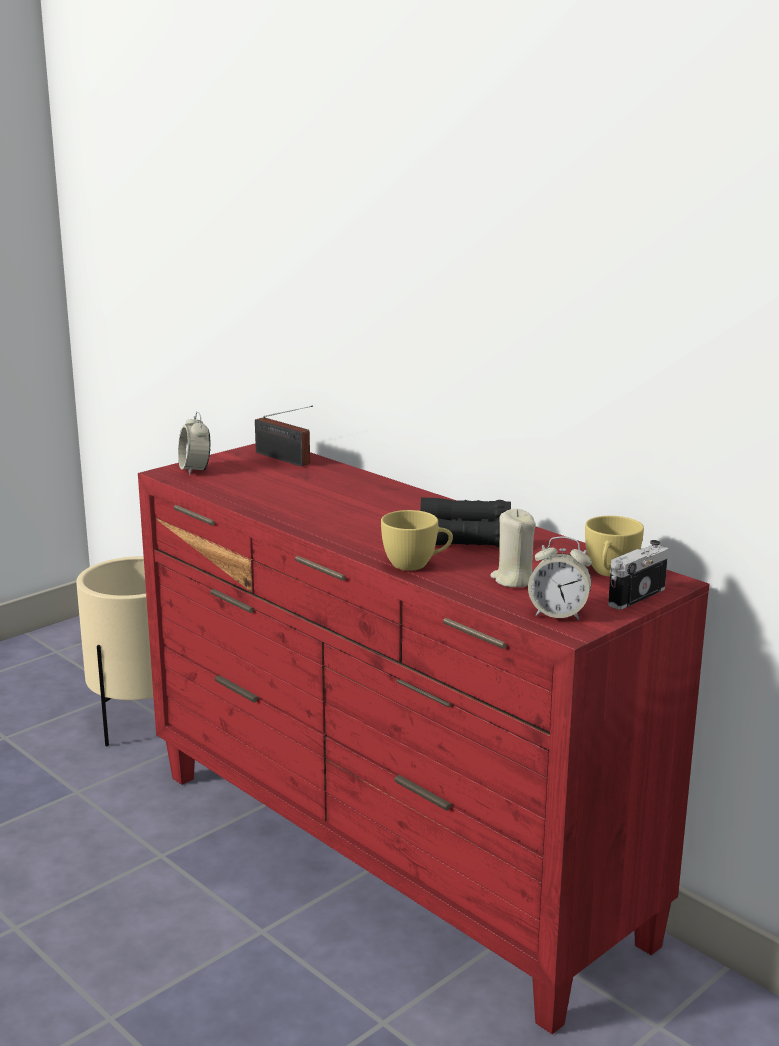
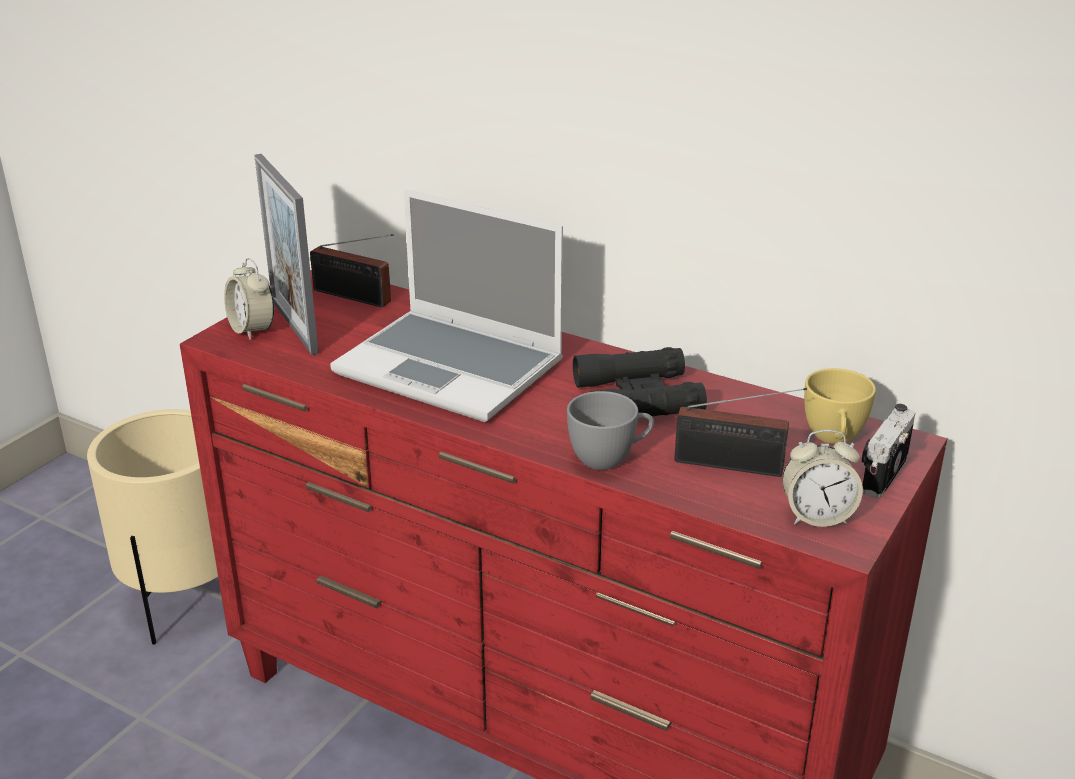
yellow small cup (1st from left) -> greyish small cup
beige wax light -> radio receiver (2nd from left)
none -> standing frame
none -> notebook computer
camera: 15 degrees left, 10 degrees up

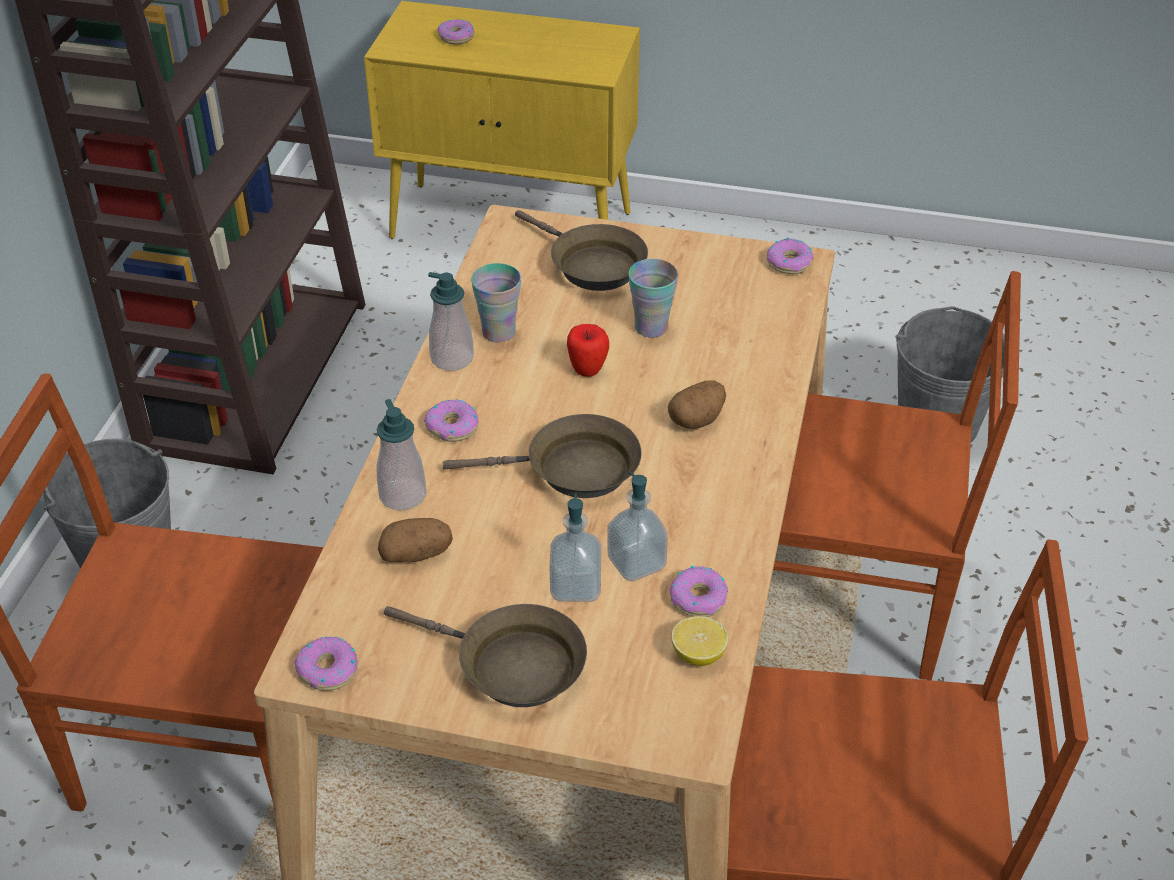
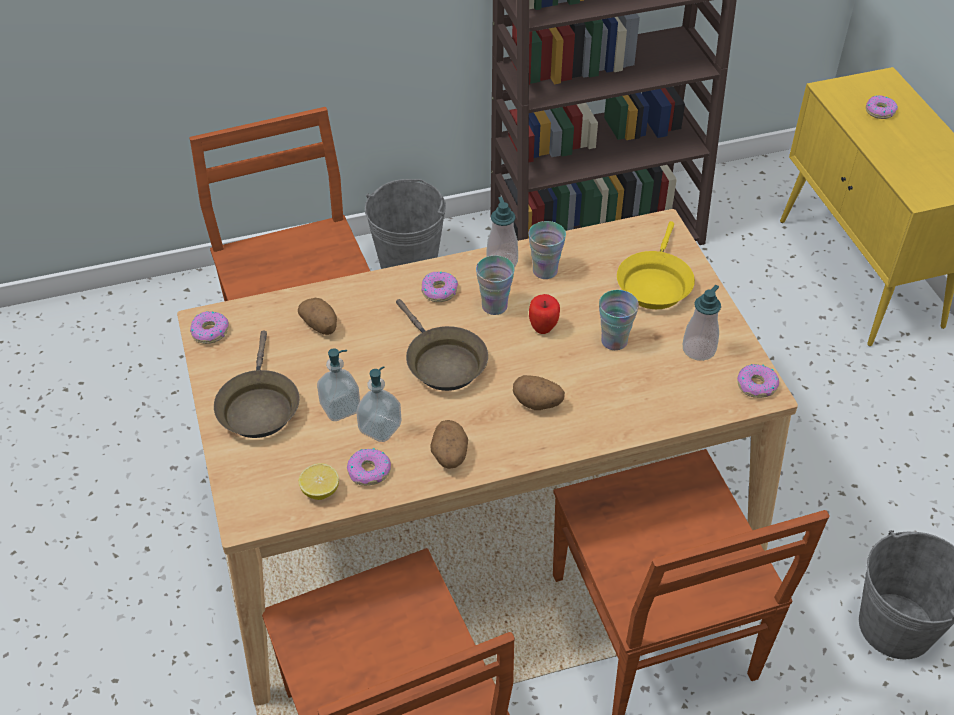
liquid soap bottle (1st from left in the first image) -> liquid soap bottle (4th from left), move
brownish frying pan (3rd from left) -> yellow frying pan
none -> potato (2nd from left)
none -> small cup (1st from left)
camera: 60 degrees right, 5 degrees up

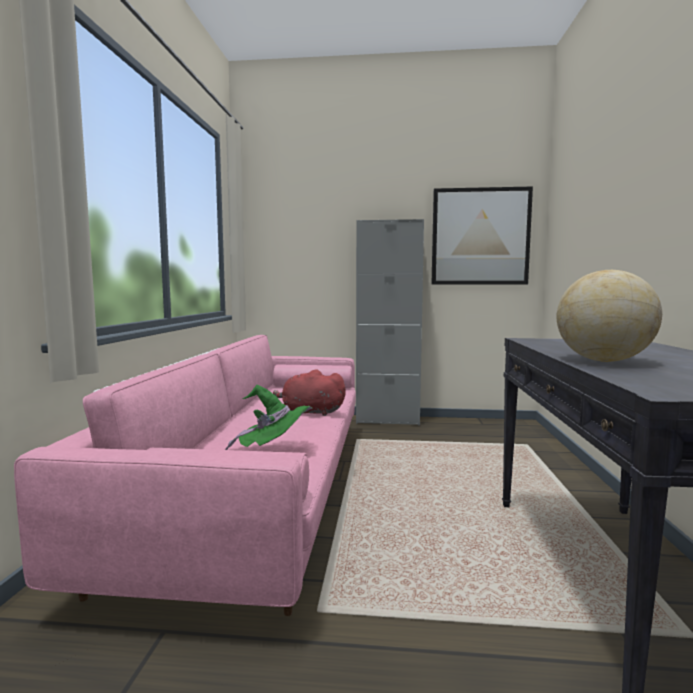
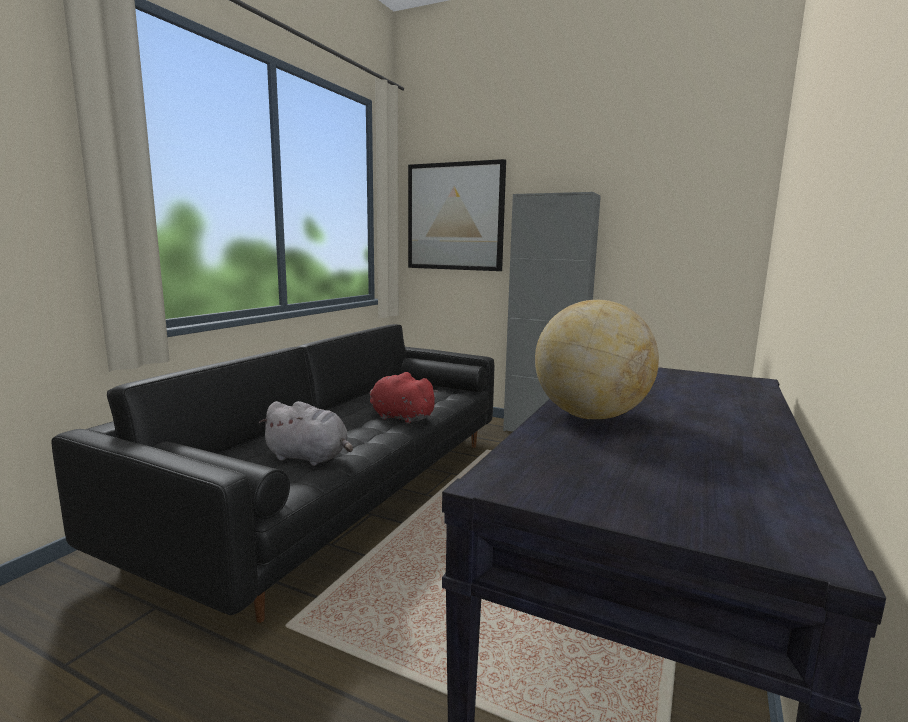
pink settee -> black settee
greenish hat -> greyish cuddly toy
wall picture, move
camera: 20 degrees right, 5 degrees up

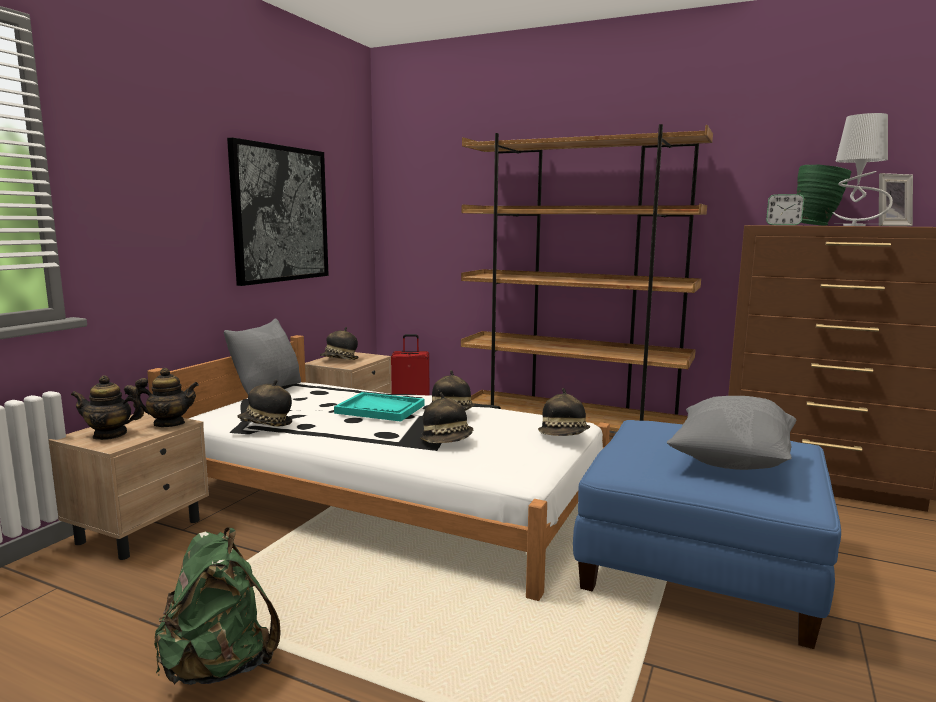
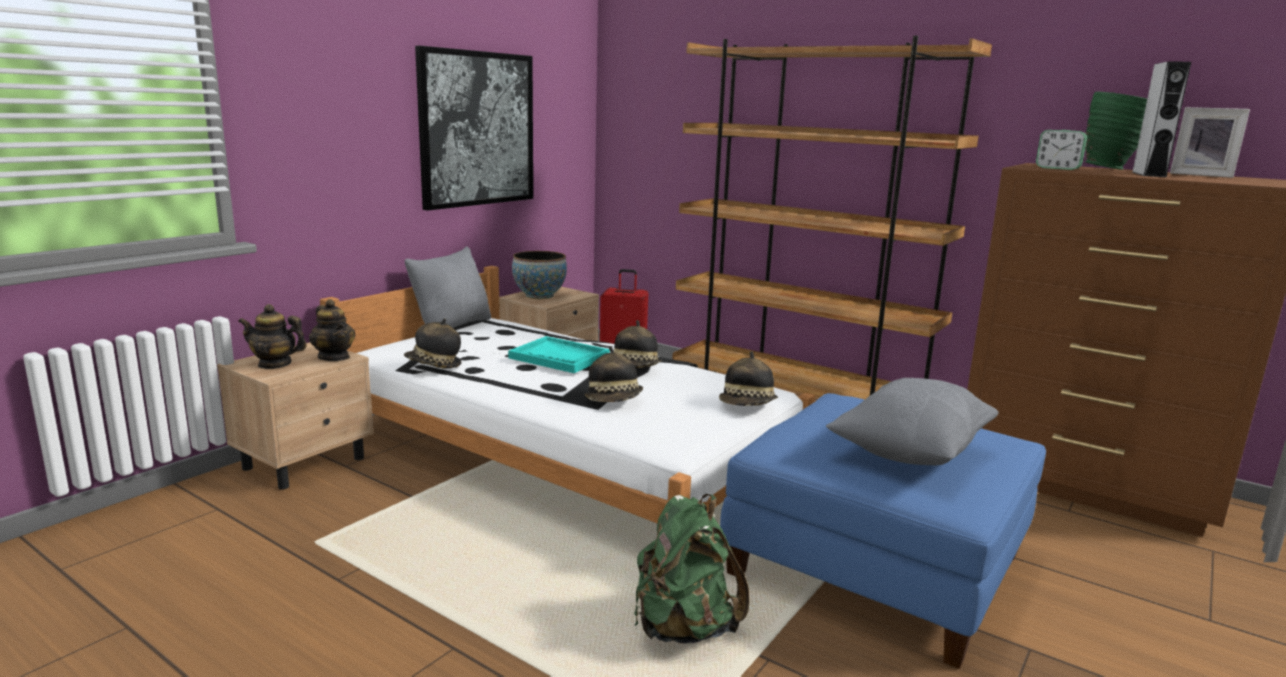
teapot (2nd from left), 45 degrees clockwise
greenish knapsack, move
hat (2nd from left) -> deep dish
greyish lamp for a table -> greyish audio speaker
standing frame, 45 degrees clockwise
camera: 10 degrees right, 5 degrees up

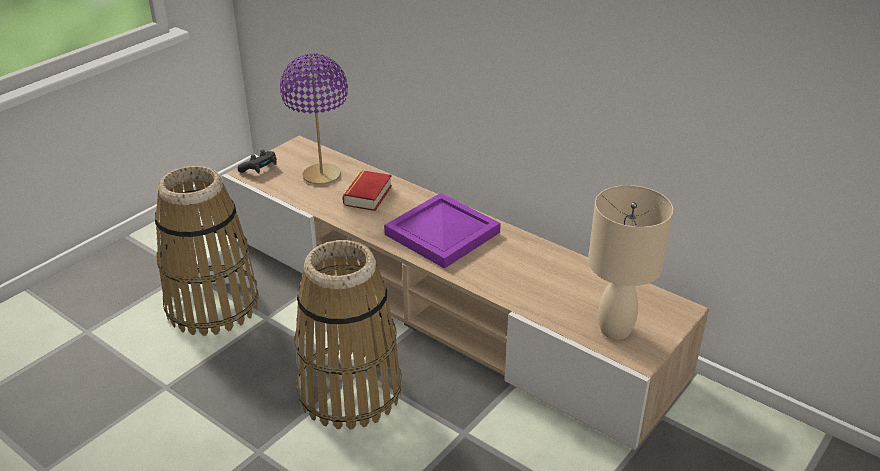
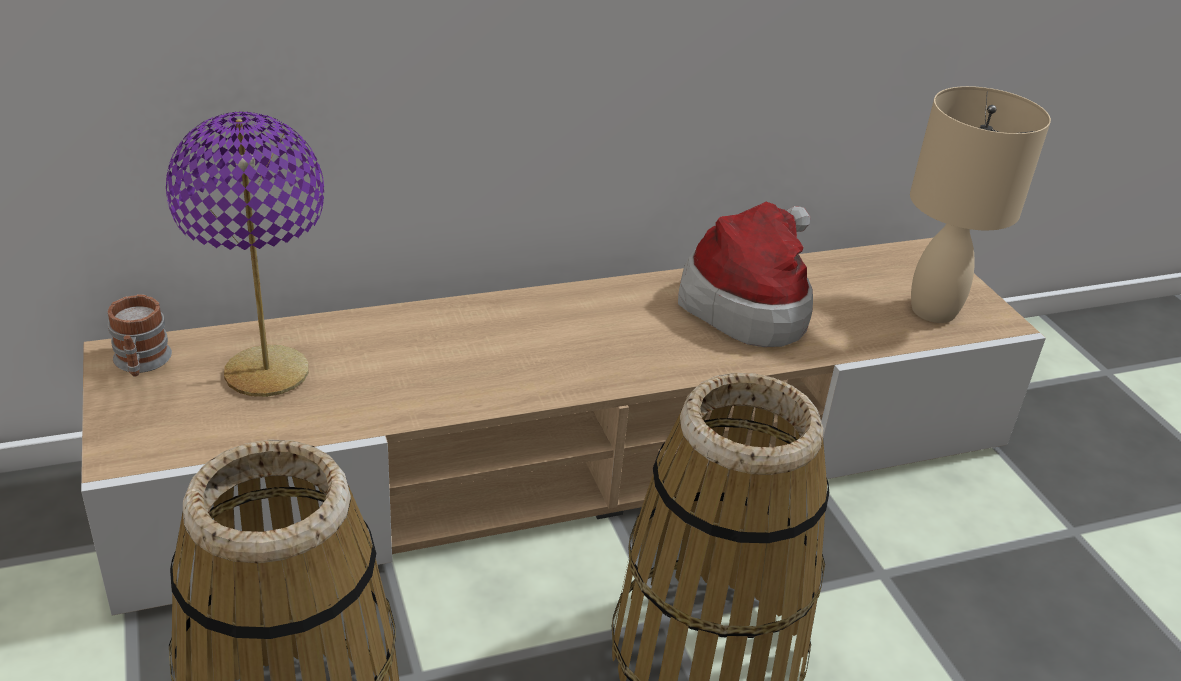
black gamepad -> none
bound book -> none
purple tray -> none
none -> mug
none -> hat
camera: 60 degrees left, 0 degrees up

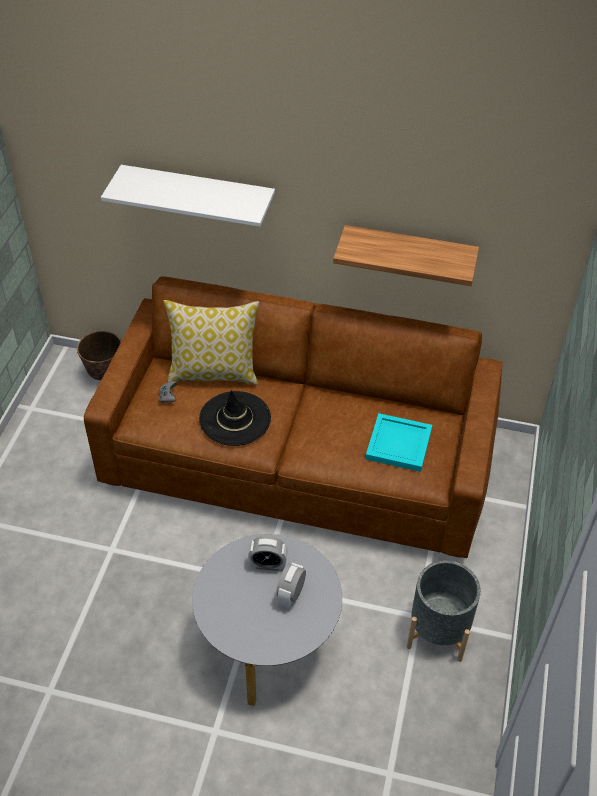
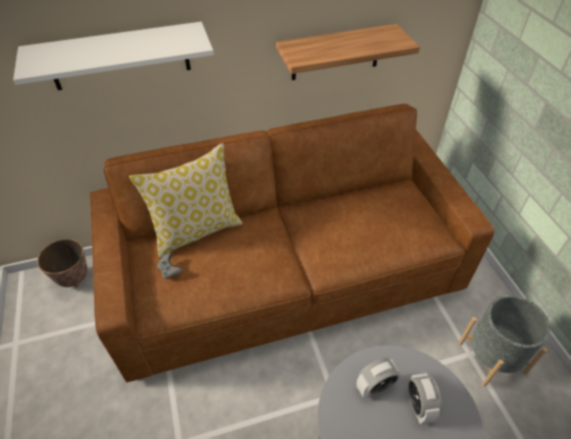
black hat -> none
turquoise tray -> none
camera: 30 degrees left, 0 degrees up

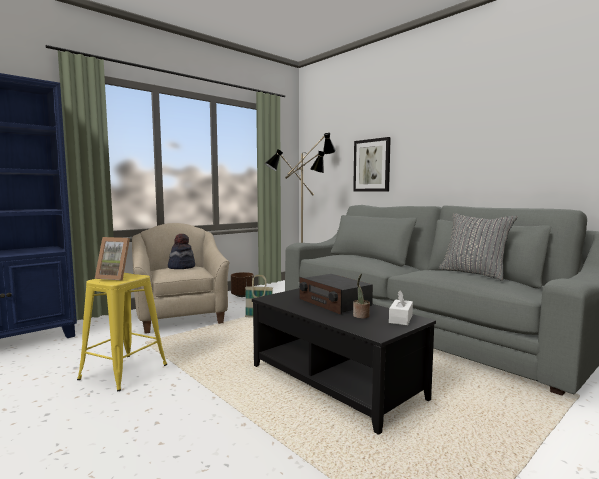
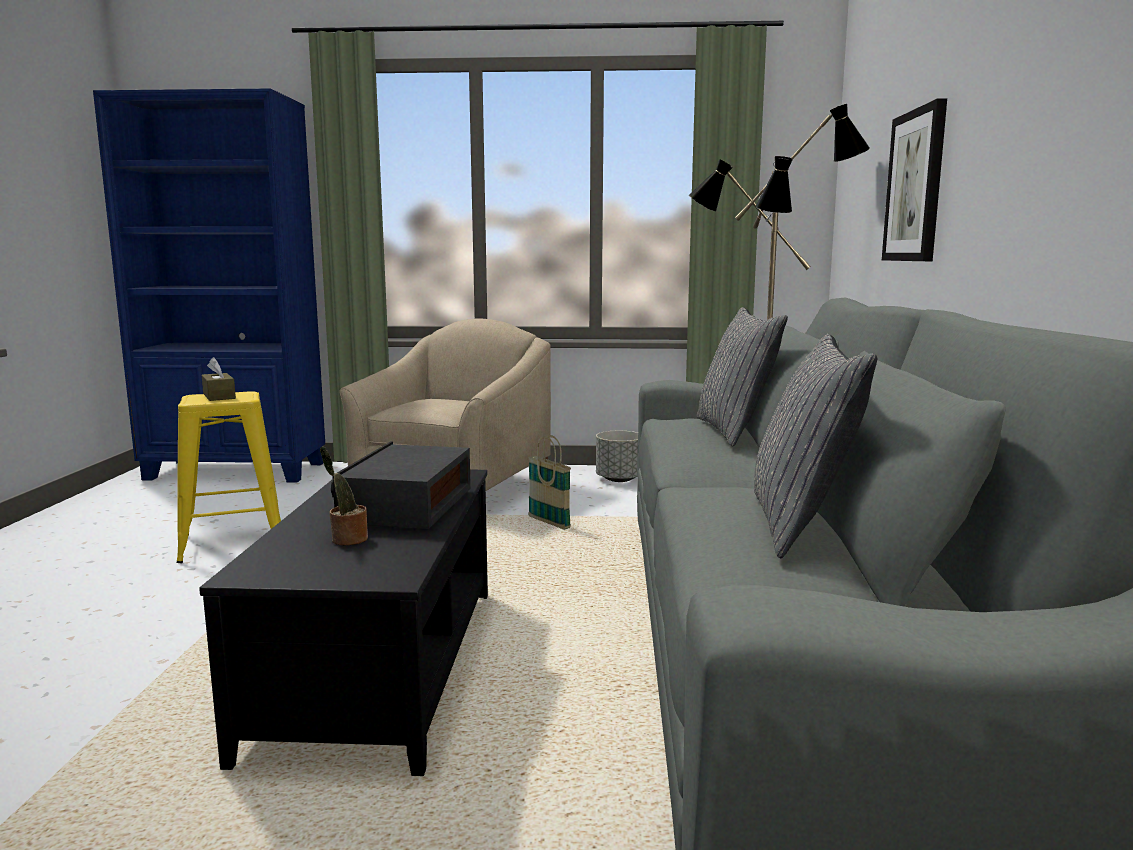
standing frame -> brownish box of tissues
hat -> none
brownish flower pot -> greyish flower pot
white box of tissues -> none
none -> greyish cushion (1st from left)
camera: 45 degrees right, 5 degrees up

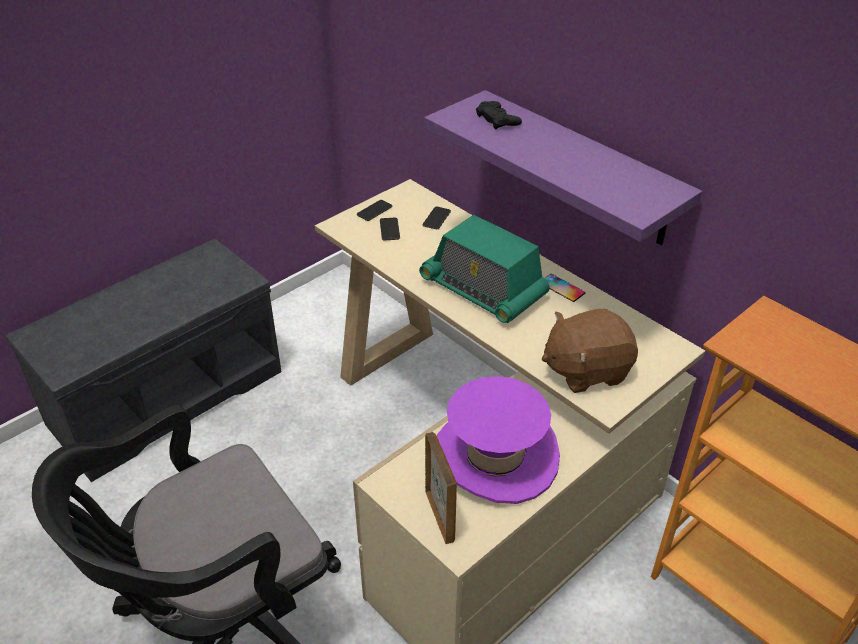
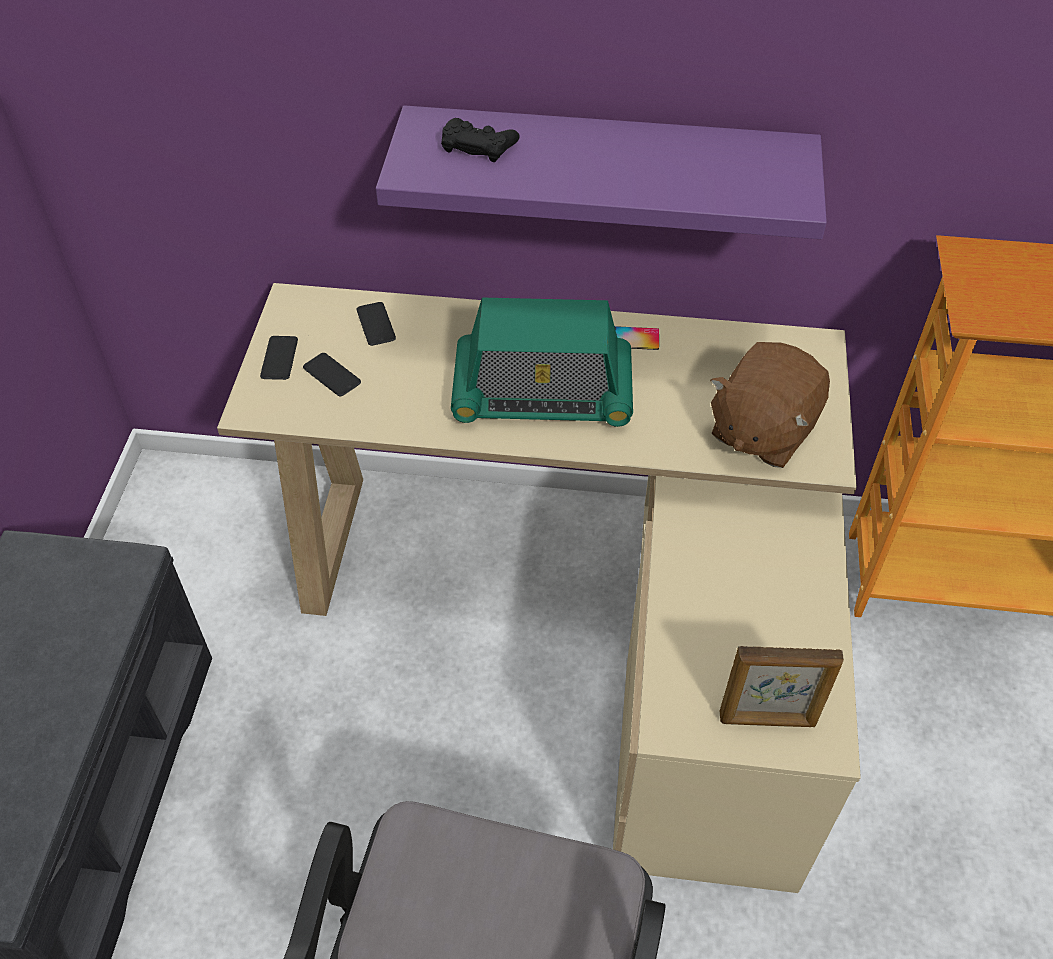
standing frame, 150 degrees clockwise
purple hat -> none
camera: 40 degrees left, 10 degrees up

